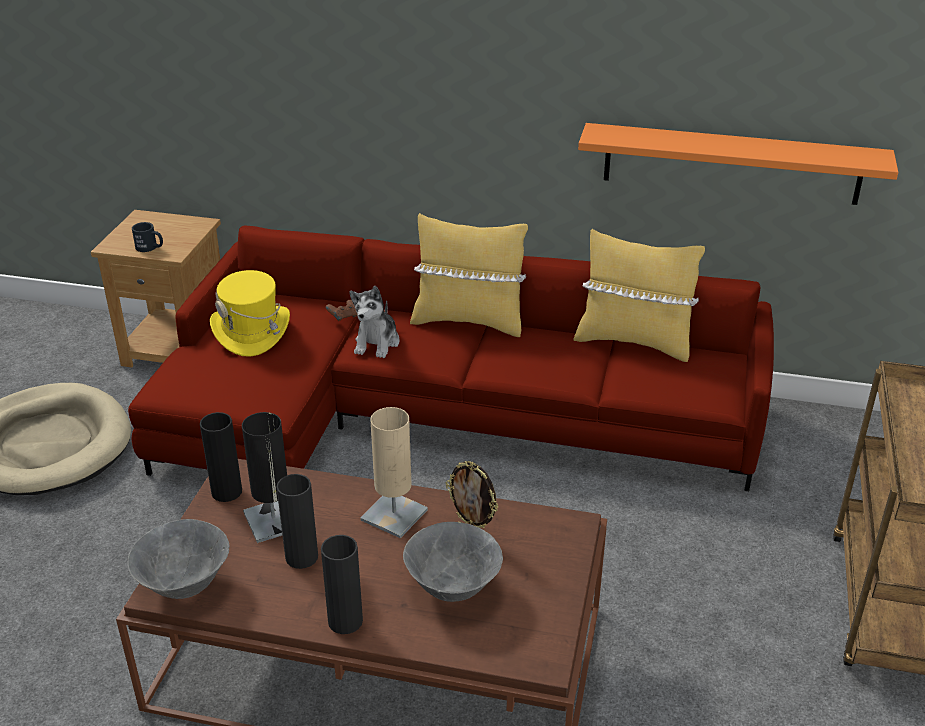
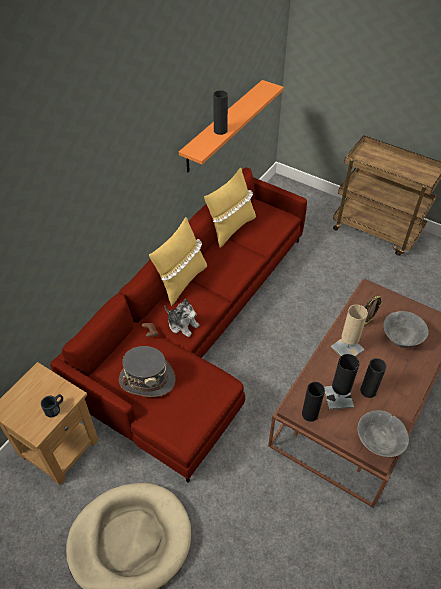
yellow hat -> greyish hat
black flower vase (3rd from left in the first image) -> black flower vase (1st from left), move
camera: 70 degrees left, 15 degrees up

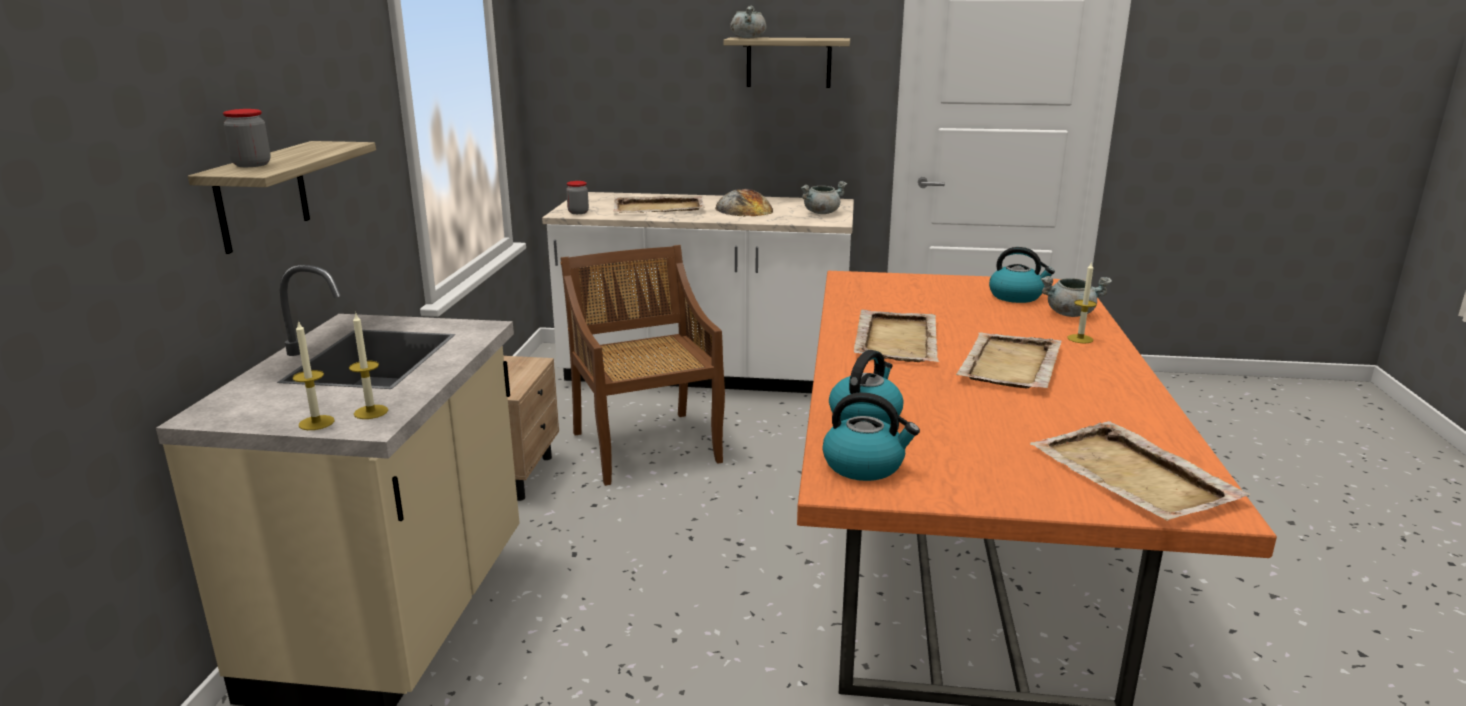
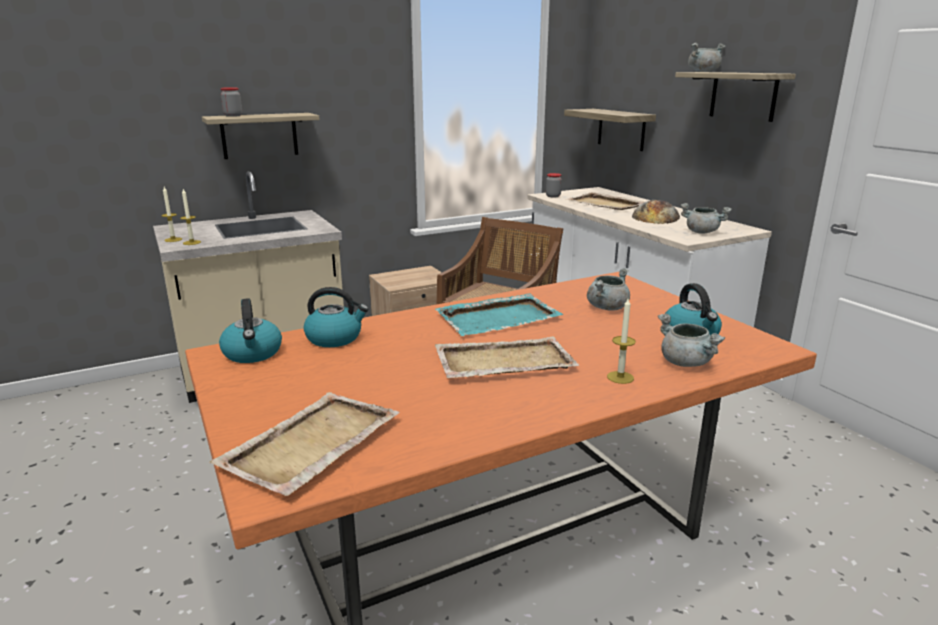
beige tray (2nd from left) -> turquoise tray
none -> bracket shelf (2nd from left)
none -> greyish saucepot (1st from left)
camera: 55 degrees right, 0 degrees up

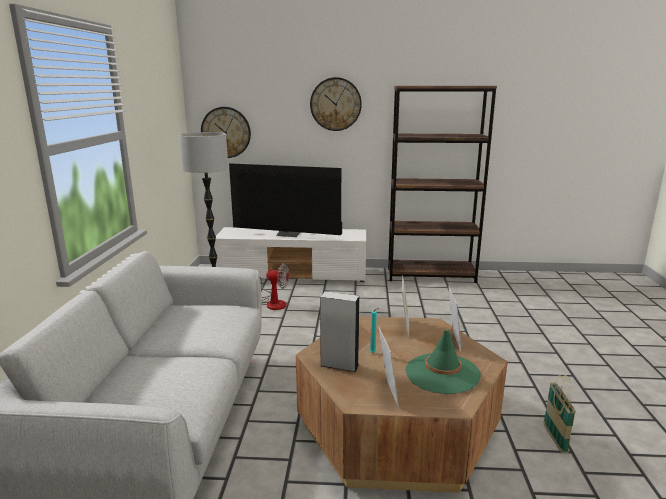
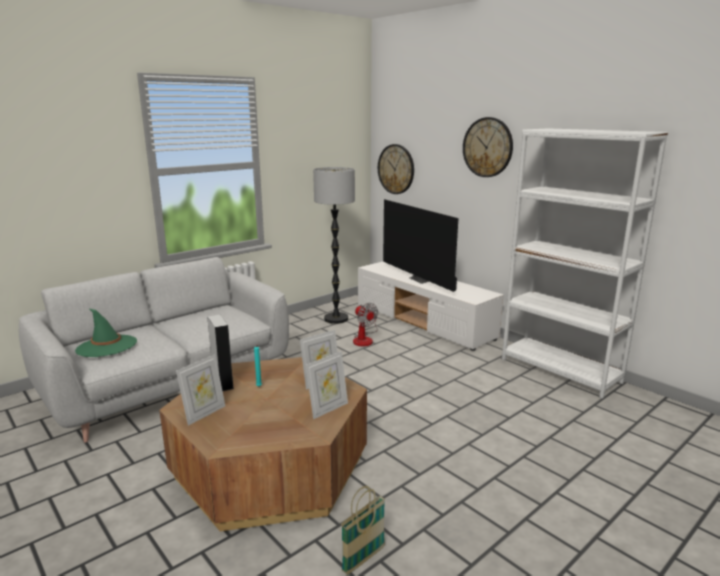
brownish bookshelf -> white bookshelf
greenish hat, move
camera: 45 degrees right, 0 degrees up

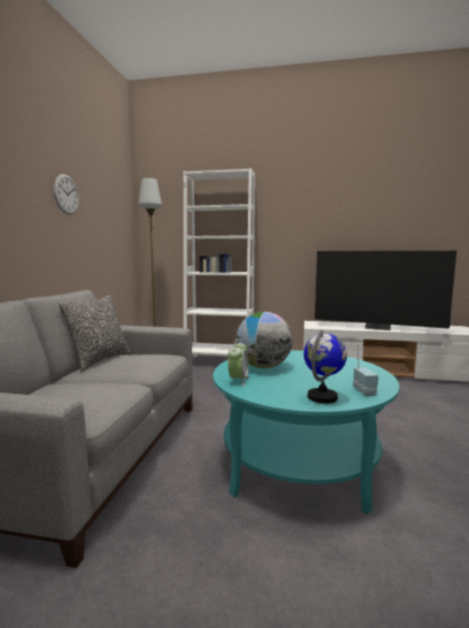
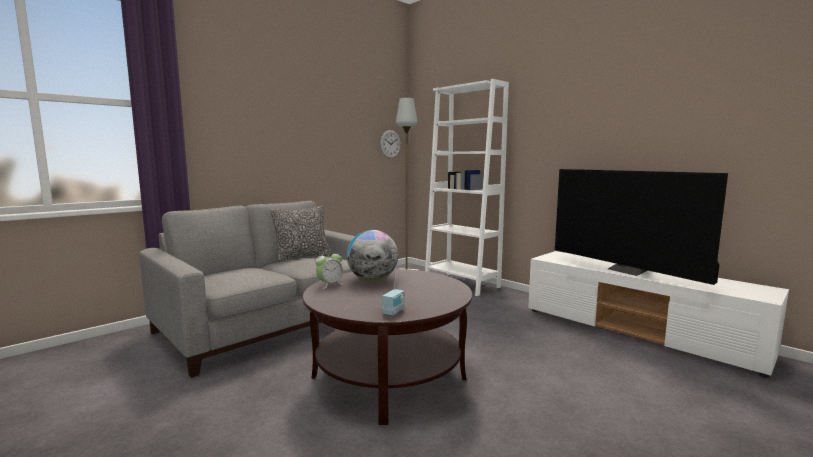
hanging clock, move
turquoise coffee table -> brownish coffee table
desk globe (2nd from left) -> none
camera: 35 degrees right, 0 degrees up

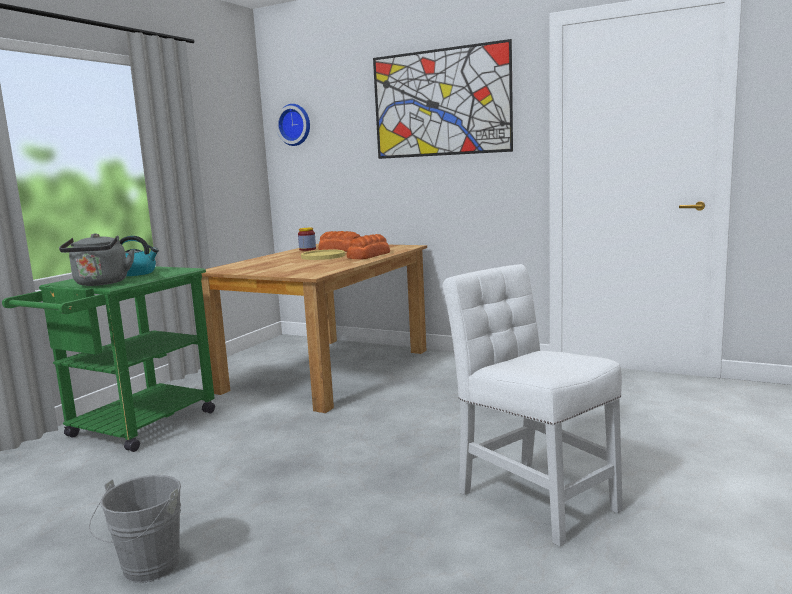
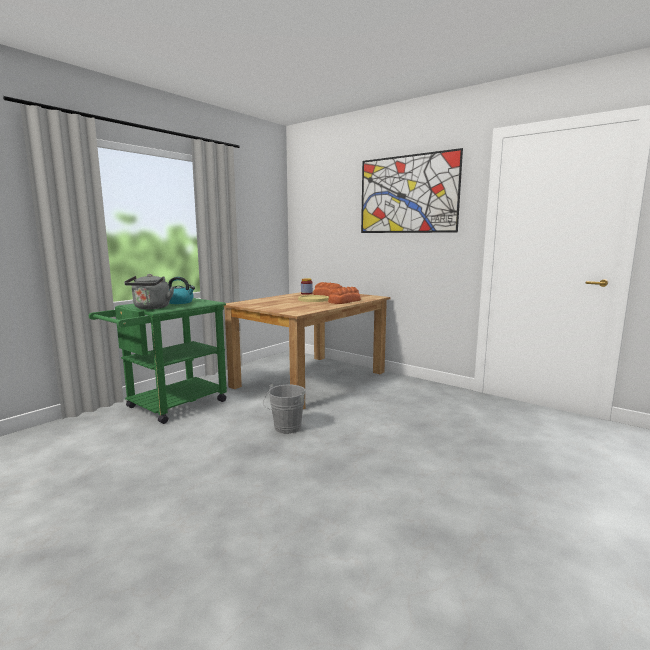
greyish water bucket, move
hanging clock -> none
white chair -> none
camera: 10 degrees right, 0 degrees up

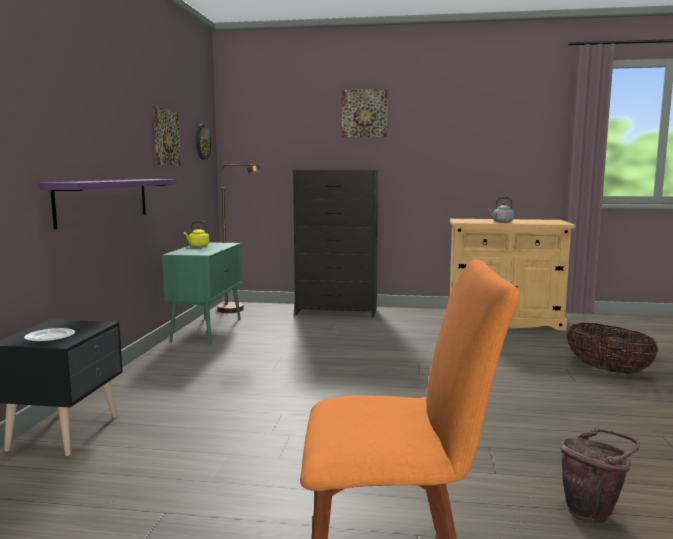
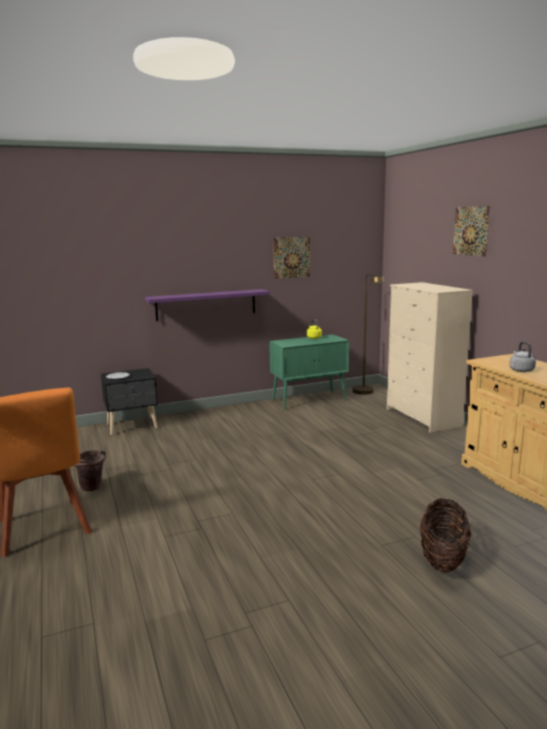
hanging clock -> none
black drawer chest -> beige drawer chest
brownish water bucket, move
camera: 60 degrees right, 5 degrees up

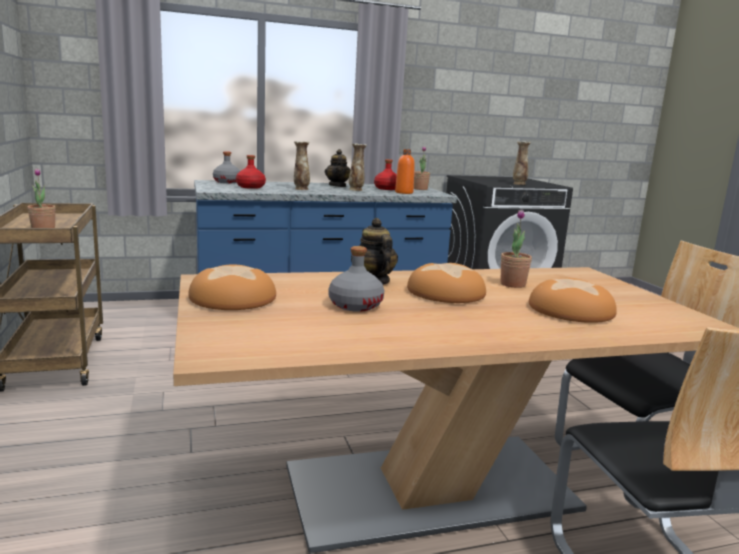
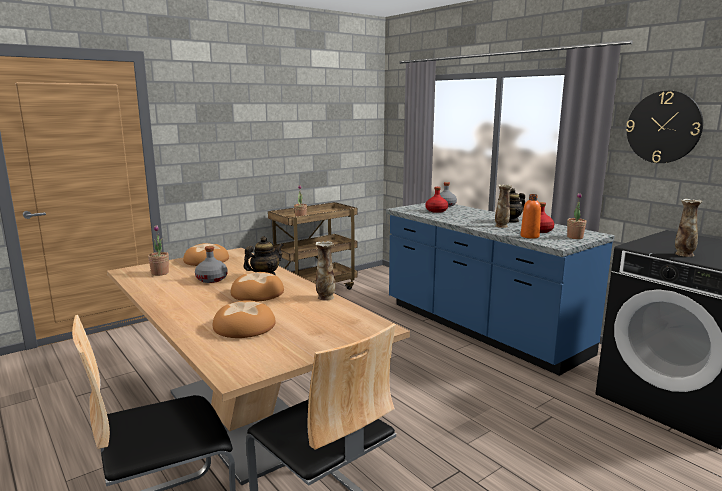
flower vase (1st from left), move
plant in a pot (3rd from left in the first image) -> plant in a pot (1st from left), move
none -> hanging clock
camera: 70 degrees right, 0 degrees up

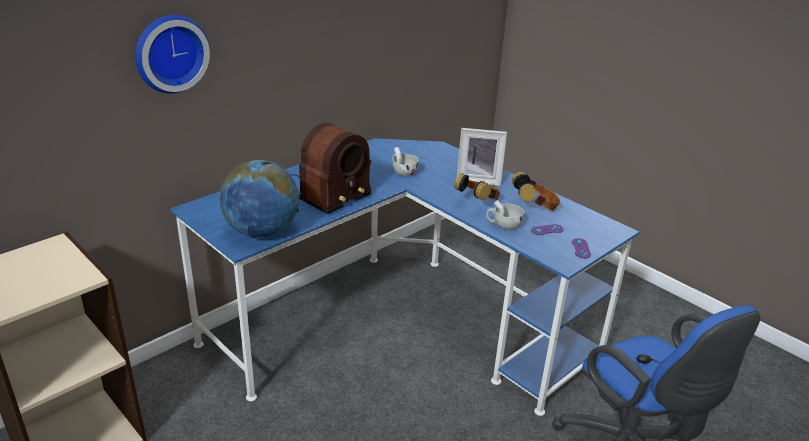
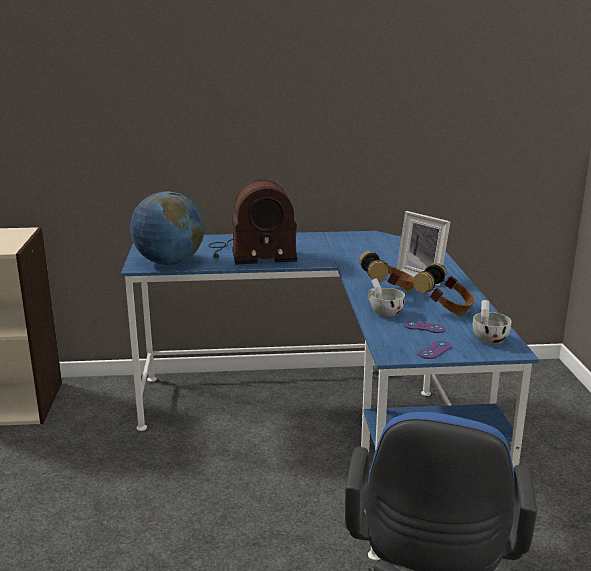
hanging clock -> none
white small cup (1st from left in the first image) -> white small cup (2nd from left), move
camera: 40 degrees right, 10 degrees down

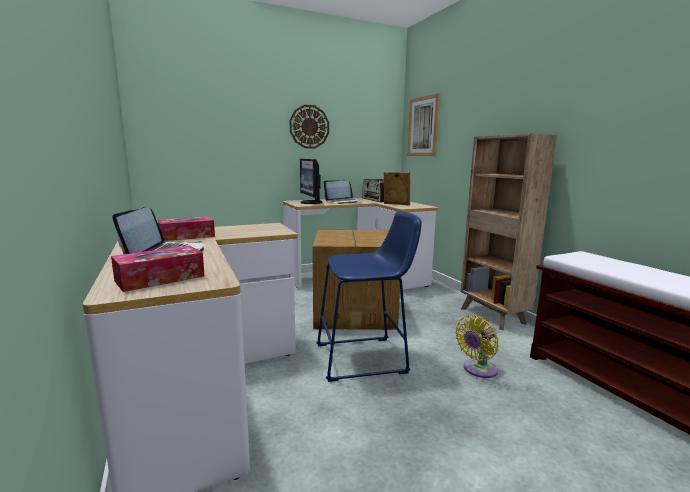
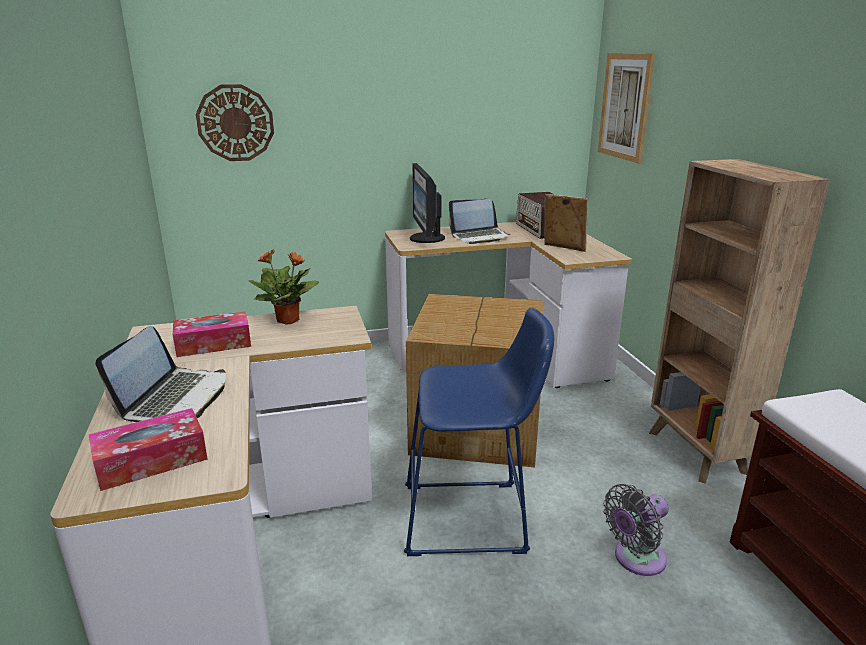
hanging clock, move
yellow cooling fan -> greyish cooling fan
none -> plant in a pot
camera: 10 degrees right, 10 degrees up

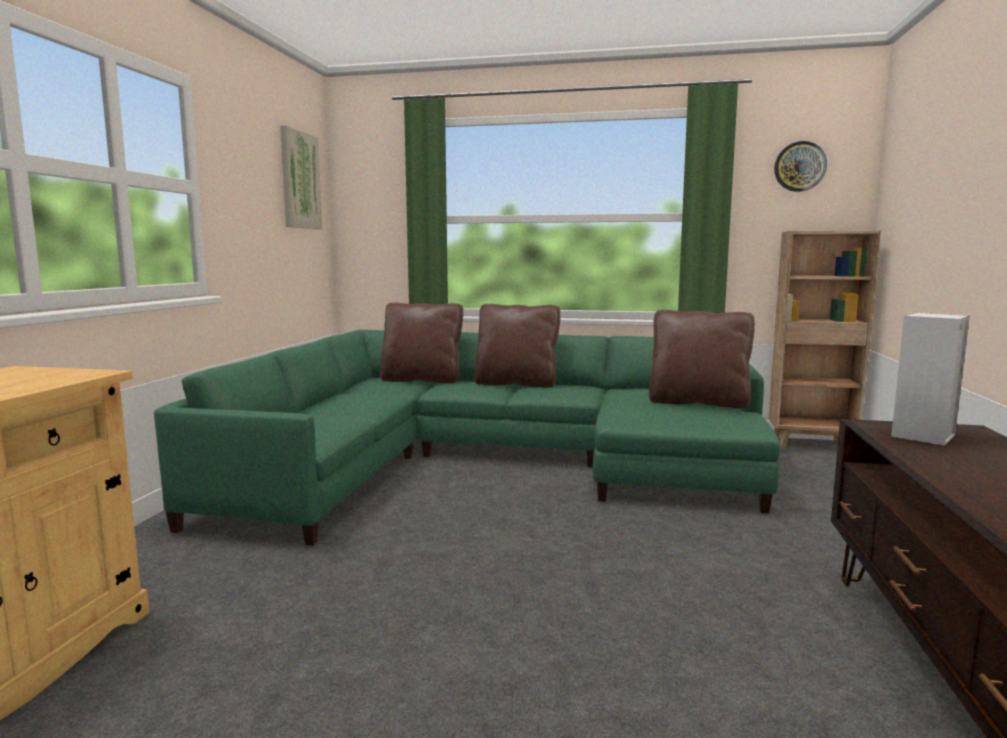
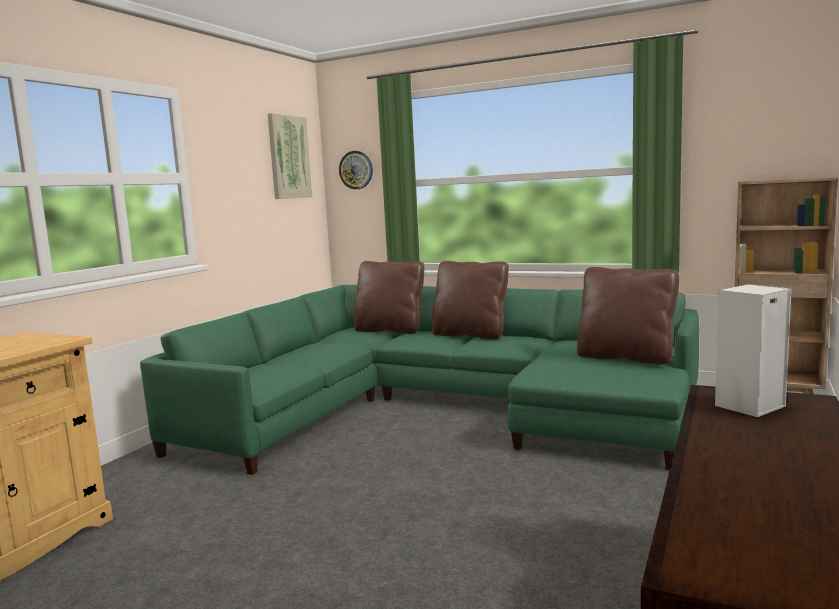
hanging clock, move
camera: 15 degrees right, 0 degrees up

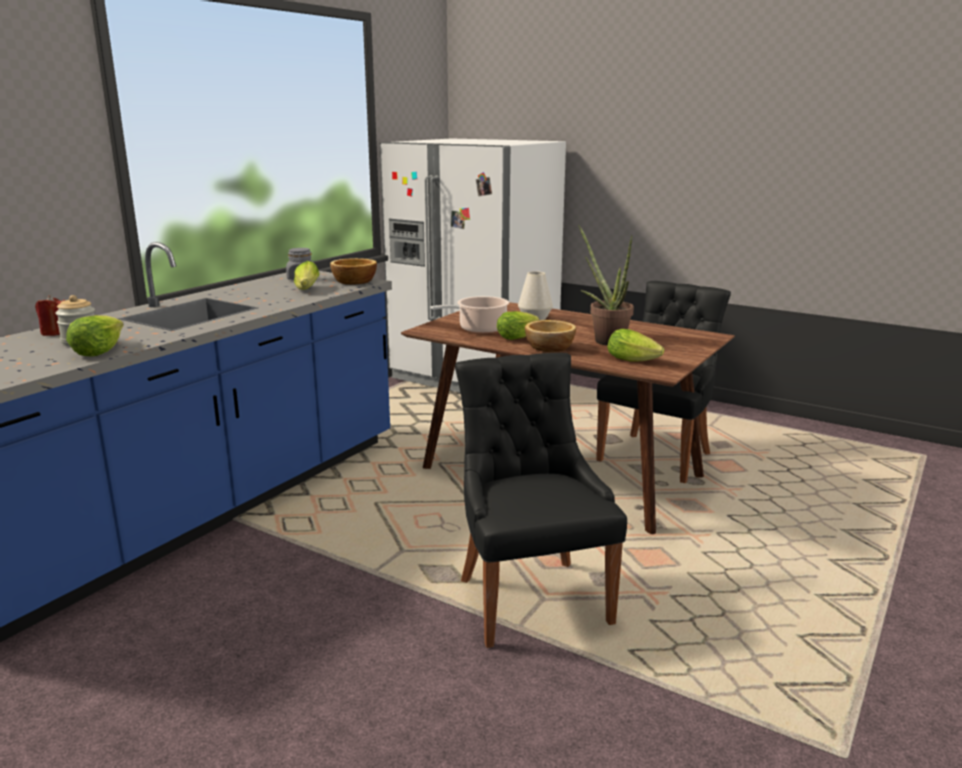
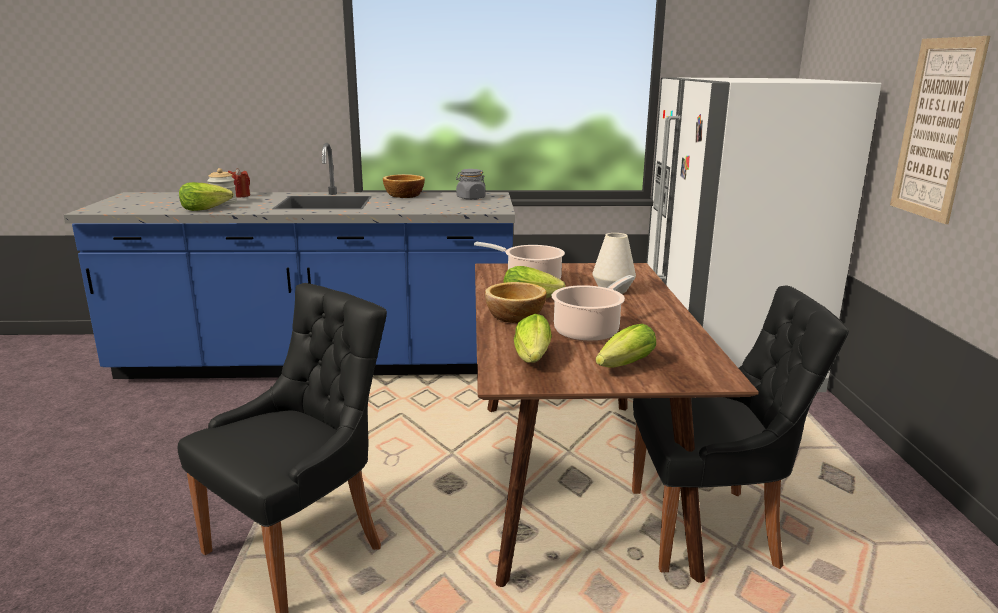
lettuce head (2nd from left in the first image) -> lettuce head (4th from left), move
deep dish (1st from left), move
plant in a pot -> saucepot (2nd from left)
none -> wall picture
camera: 55 degrees right, 0 degrees up

